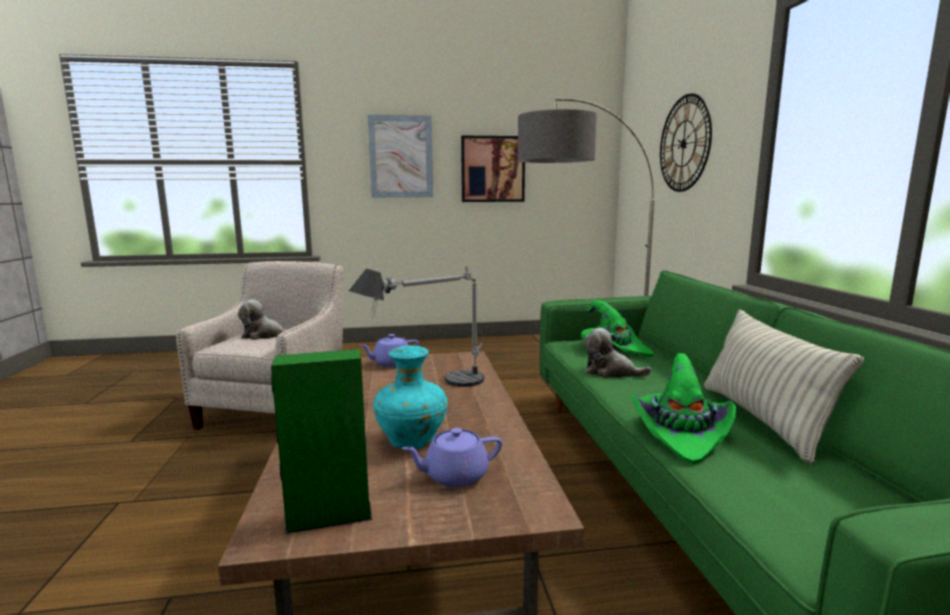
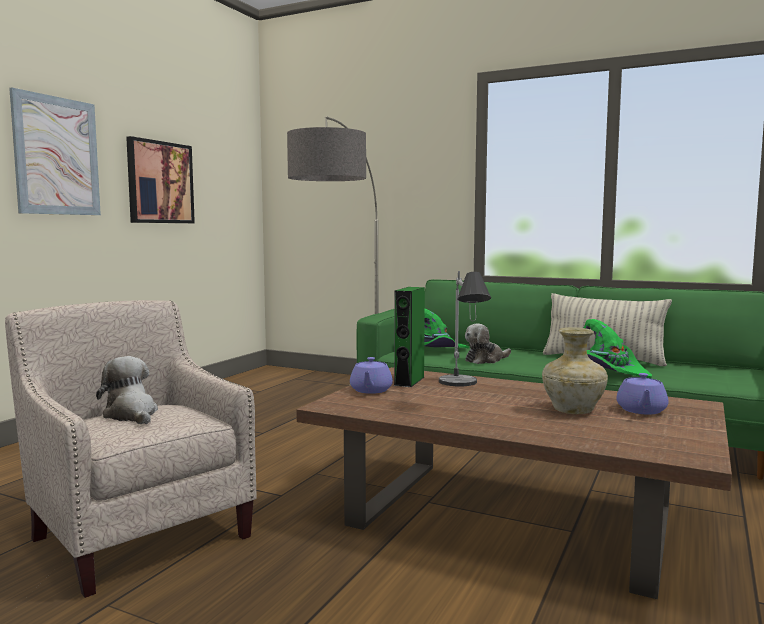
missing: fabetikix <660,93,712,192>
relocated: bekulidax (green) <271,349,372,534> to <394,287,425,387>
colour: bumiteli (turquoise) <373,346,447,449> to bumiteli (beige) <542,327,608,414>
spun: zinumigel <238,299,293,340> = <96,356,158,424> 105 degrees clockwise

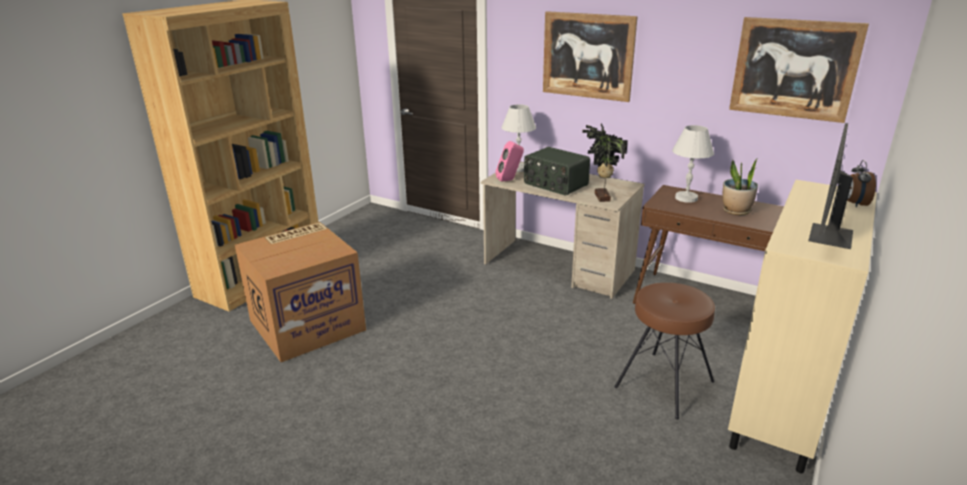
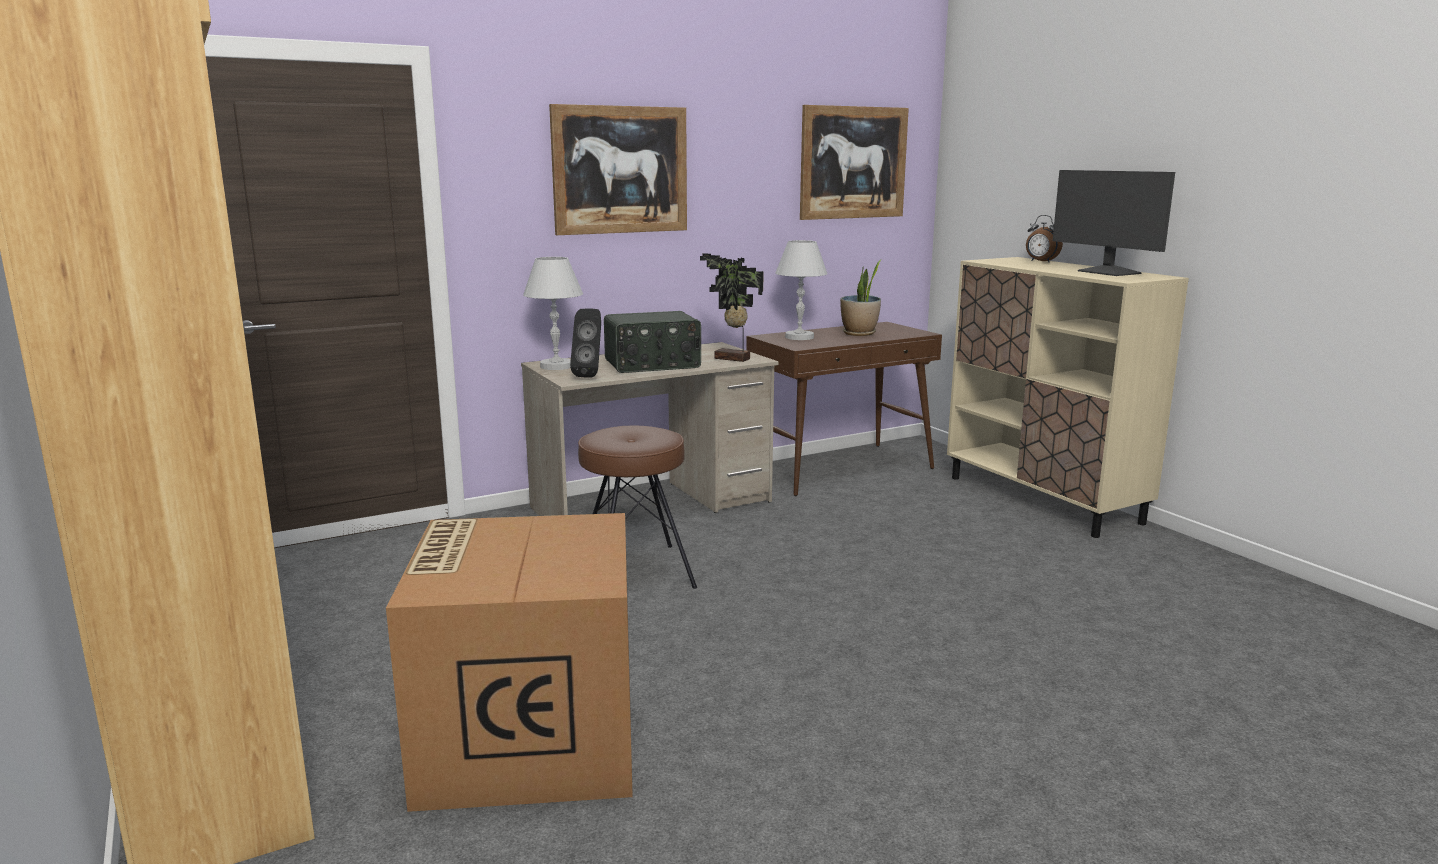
relocated: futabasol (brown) <615,283,715,419> to <578,426,697,589>
colour: bekulidax (pink) <495,141,524,182> to bekulidax (black) <570,308,601,377>

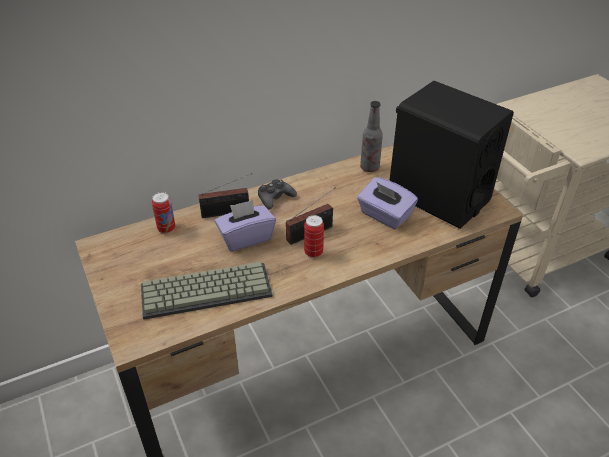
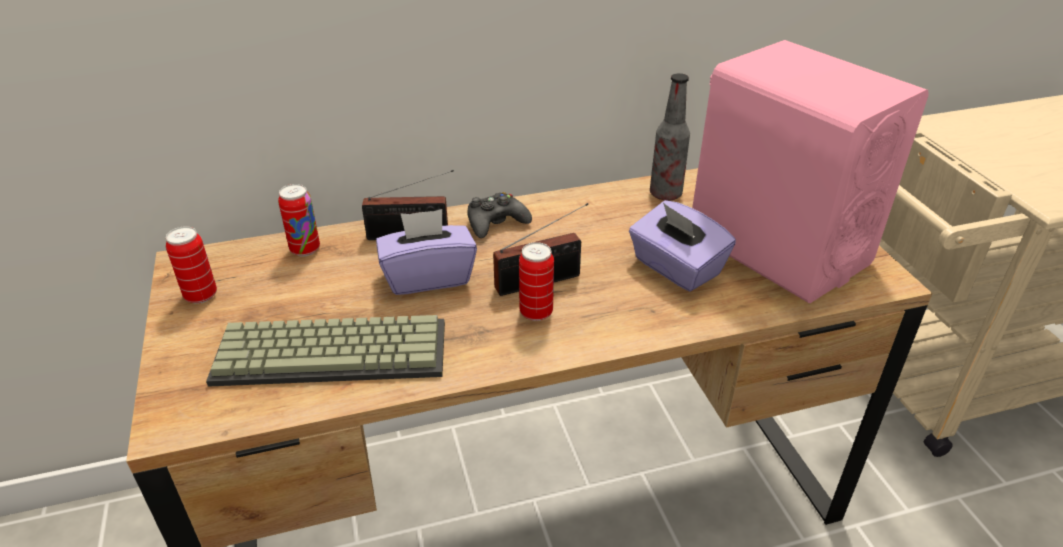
appeared: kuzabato <166,226,217,304>
colour: bekulidax (black) <389,81,514,229> to bekulidax (pink) <692,40,929,303>

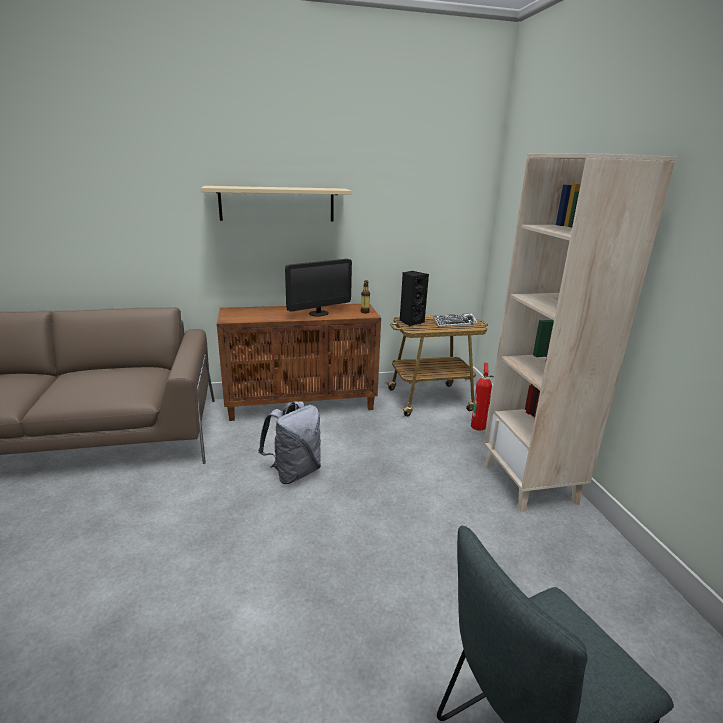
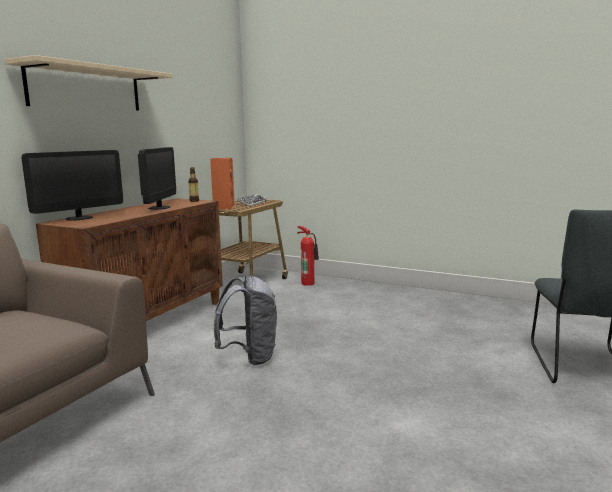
missing: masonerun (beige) <484,153,676,512>
appeared: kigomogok <21,150,123,221>
colour: bekulidax (black) <400,271,429,326> to bekulidax (orange) <210,158,235,209>

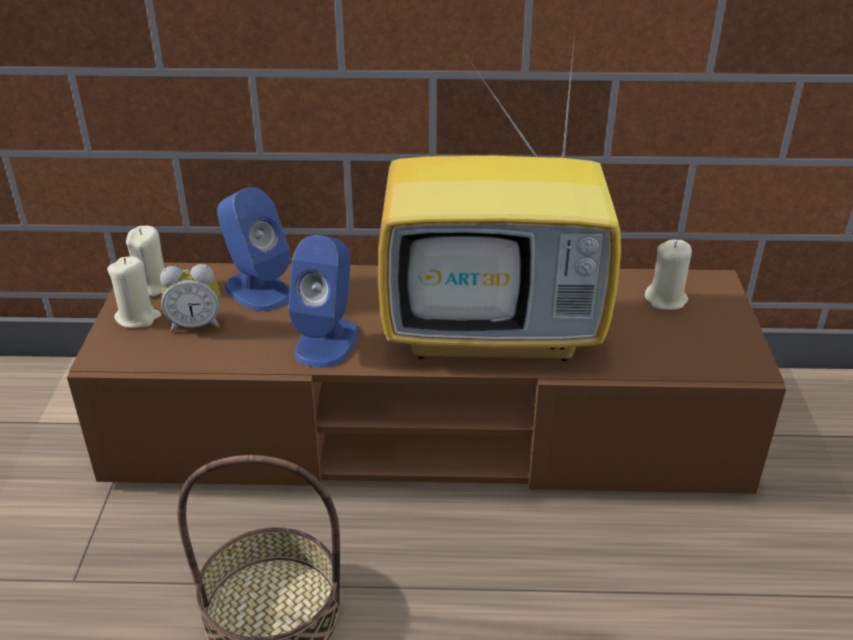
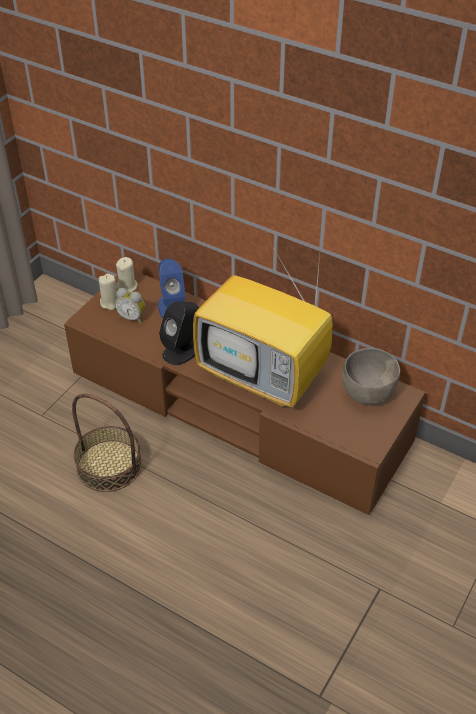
exchanged: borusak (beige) <645,239,692,310> to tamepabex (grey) <342,348,400,405>
colour: bekulidax (blue) <288,235,358,368> to bekulidax (black) <159,301,199,365>

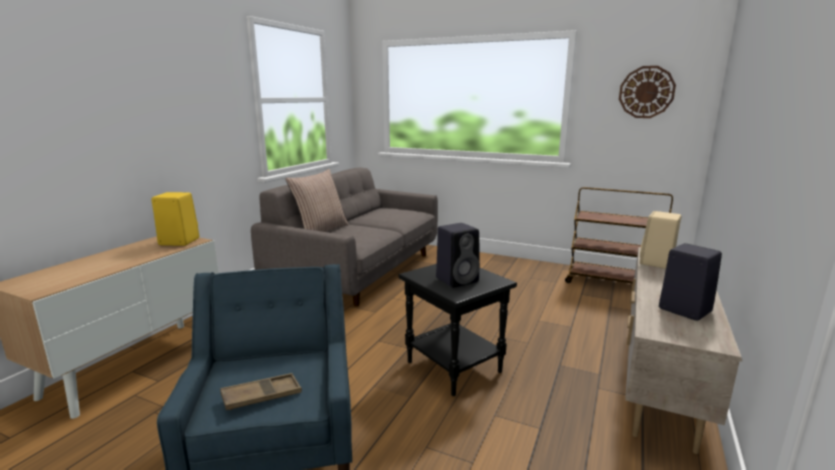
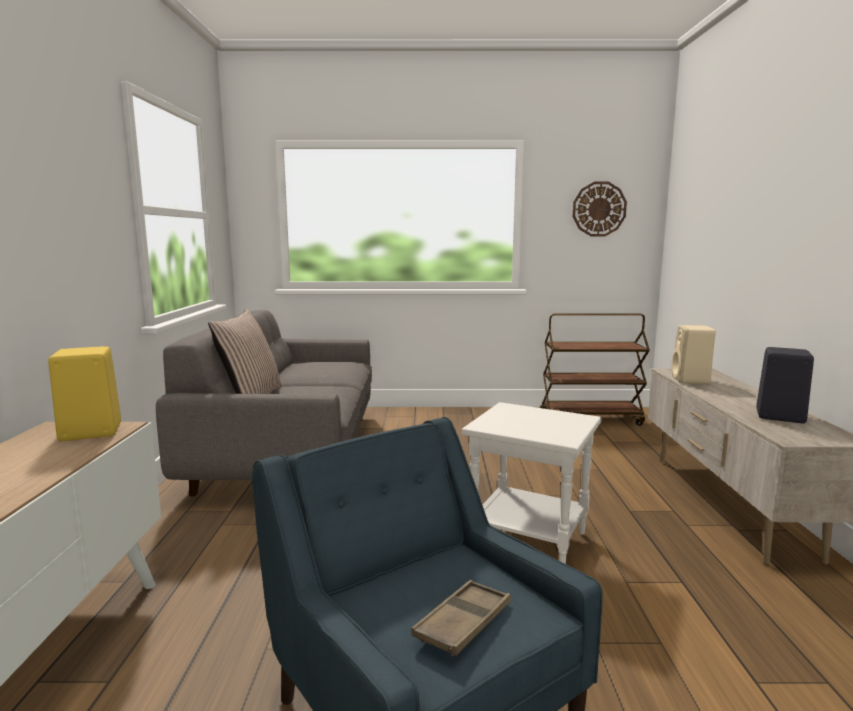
missing: bekulidax (black) <436,223,480,288>
colour: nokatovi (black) <399,264,517,396> to nokatovi (white) <461,402,602,564>

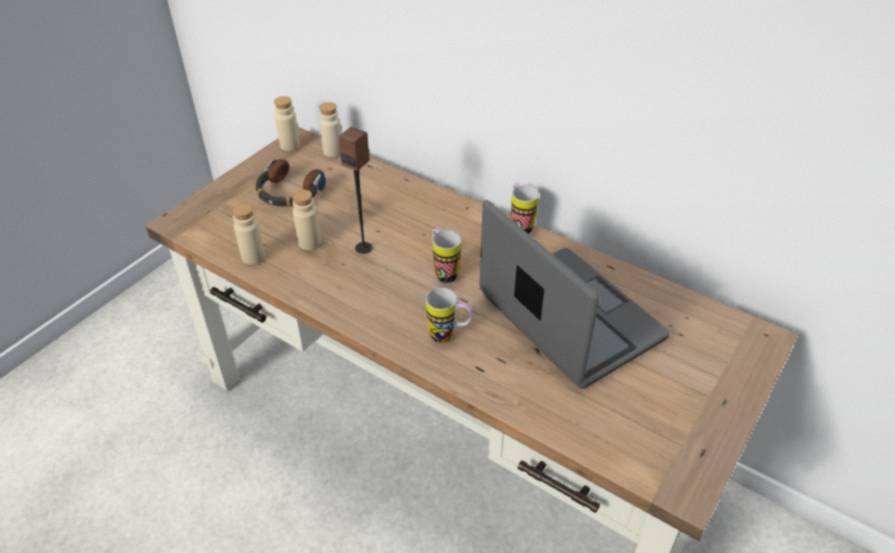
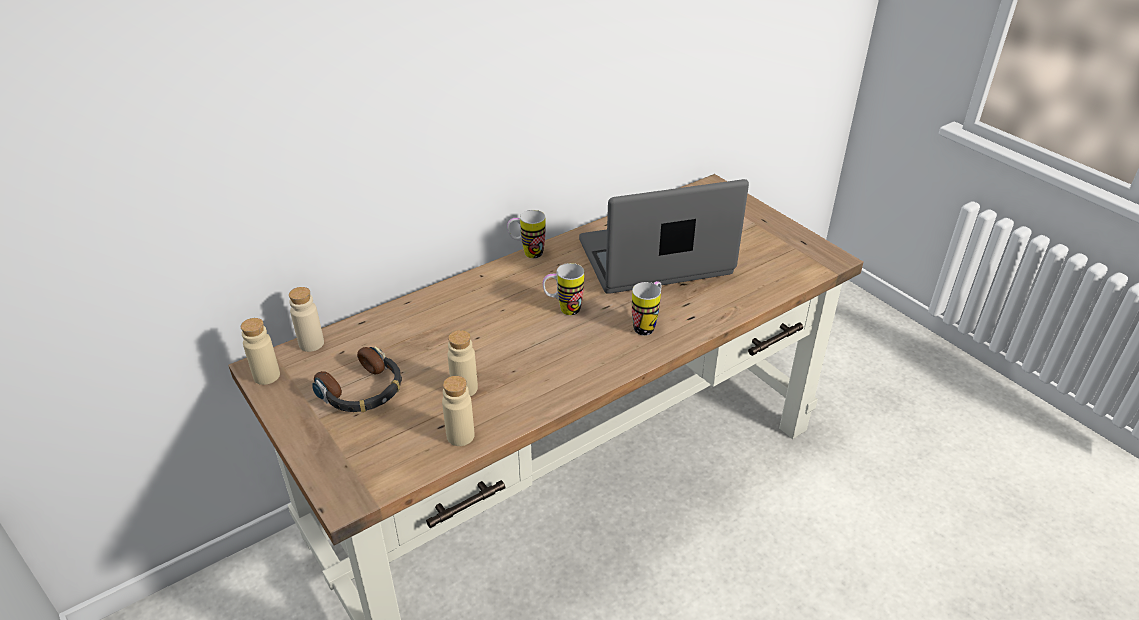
missing: bekulidax <339,127,373,254>

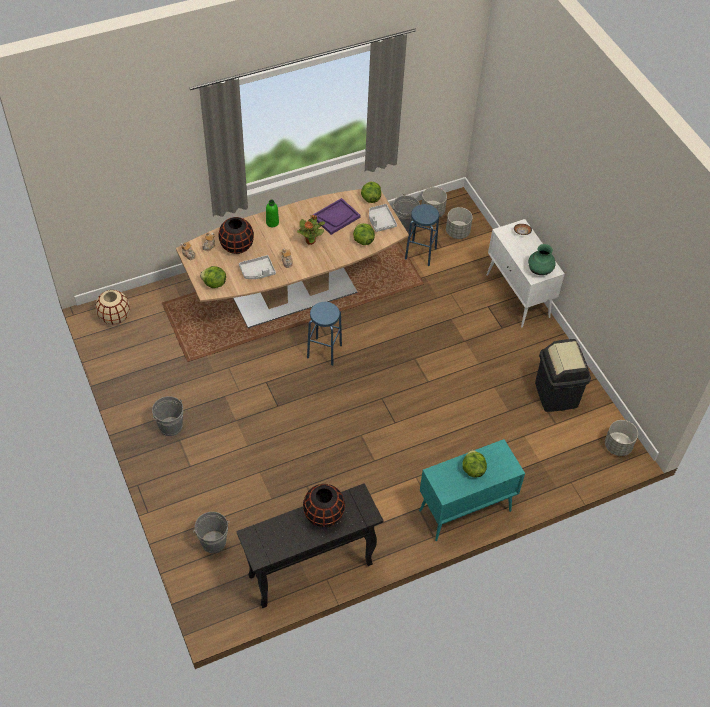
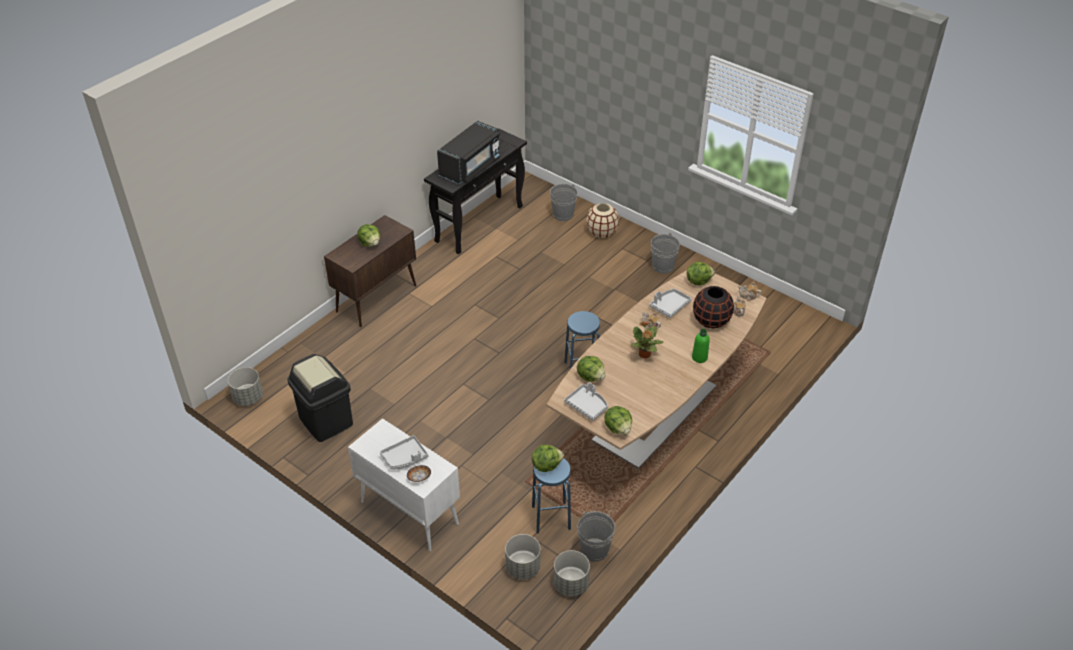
missing: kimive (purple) <313,198,361,235>; bumiteli (green) <528,244,556,275>
appeared: kimive (grey) <380,435,428,470>; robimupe <532,445,564,472>
relocated: bumiteli (beige) <95,290,130,325> to <586,203,619,238>
exchanged: bumiteli (black) <303,484,345,527> to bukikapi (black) <437,121,501,184>
colour: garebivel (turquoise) <419,439,525,541> to garebivel (brown) <324,215,416,327>

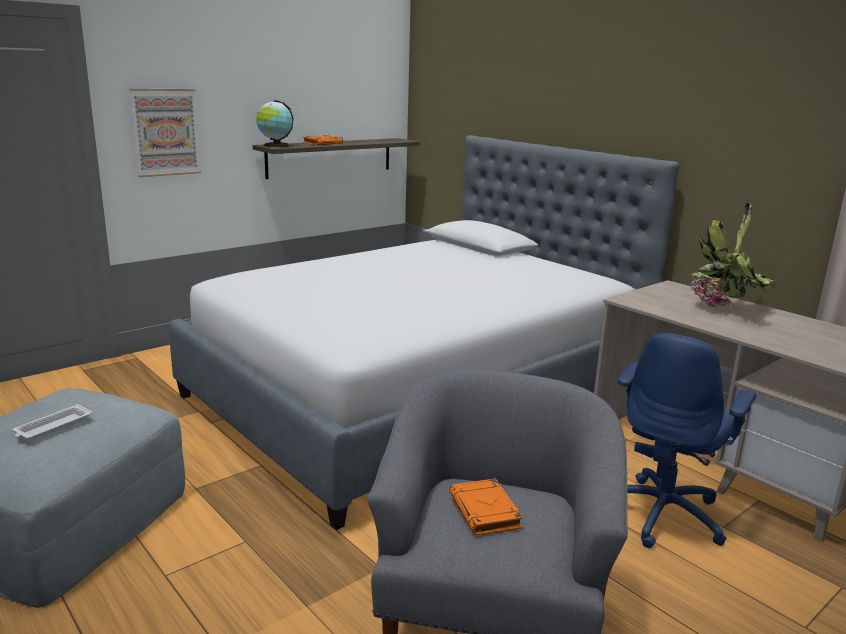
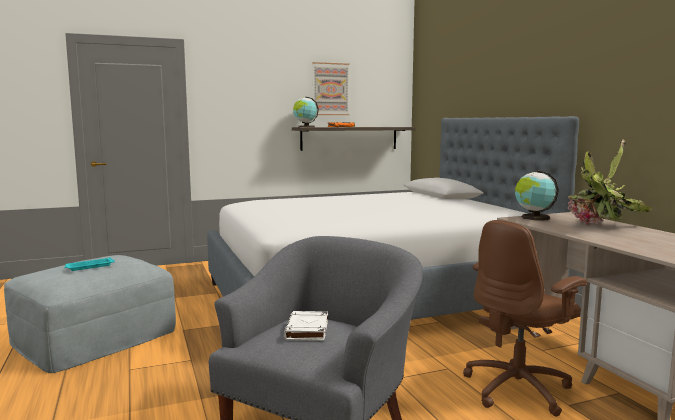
appeared: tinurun <515,171,559,221>
relocated: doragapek <130,89,201,177> to <312,62,350,115>
colour: kimive (white) <12,404,93,440> to kimive (turquoise) <64,257,115,271>; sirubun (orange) <449,478,523,536> to sirubun (white) <284,311,328,341>; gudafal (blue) <617,333,757,548> to gudafal (brown) <463,220,587,417>

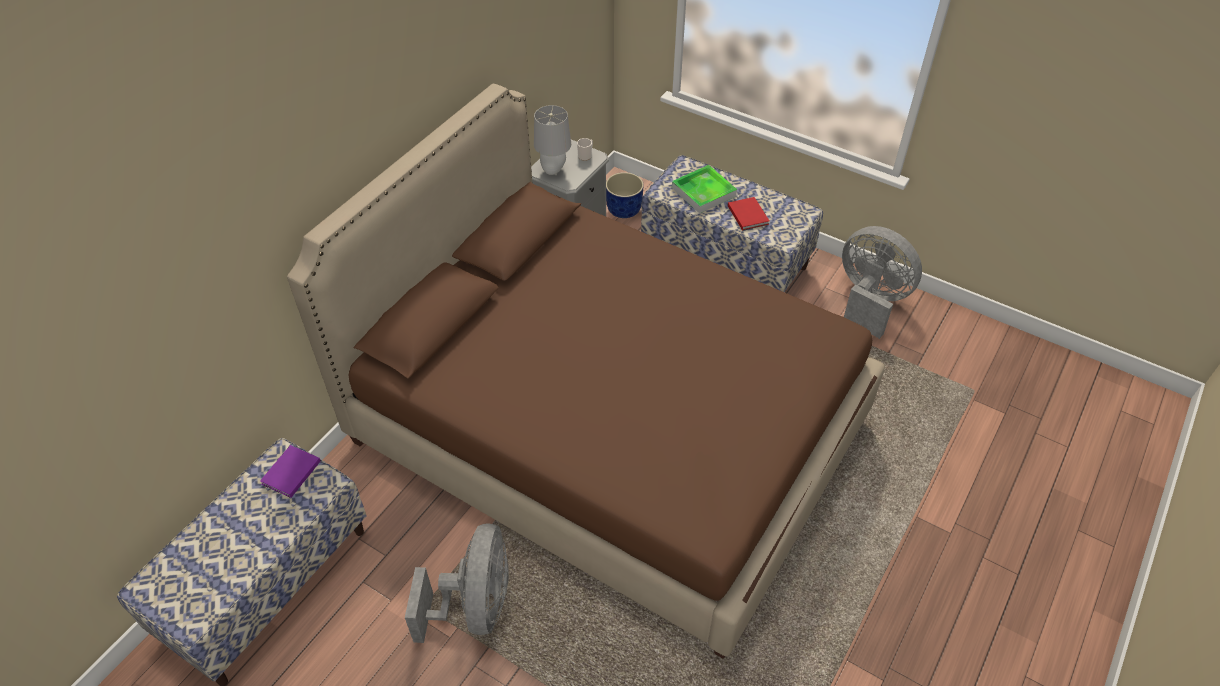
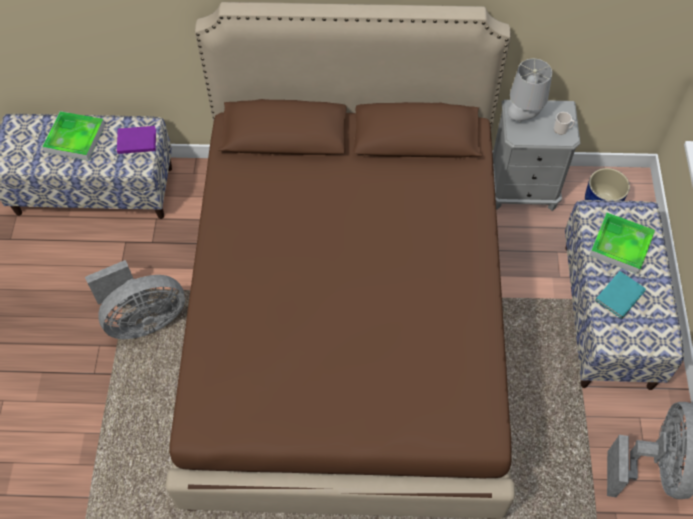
appeared: kimive <42,111,105,161>
colour: sirubun (red) <728,197,769,230> to sirubun (turquoise) <595,271,646,319>

